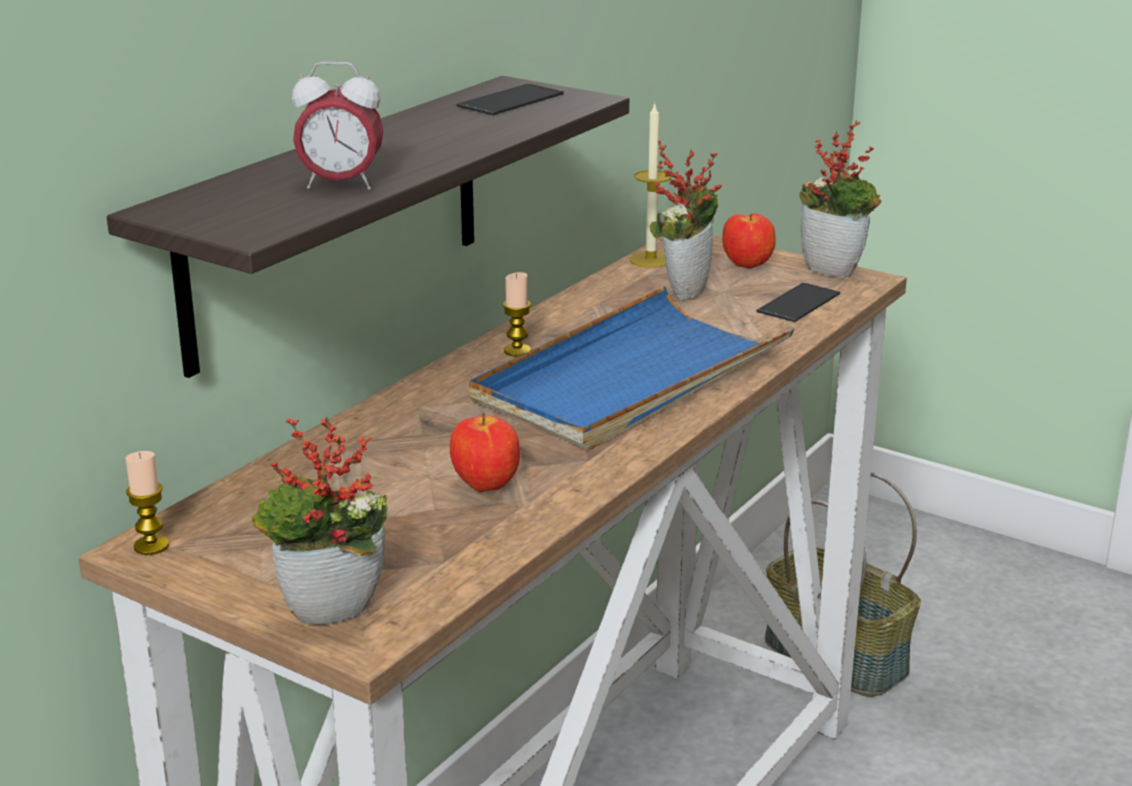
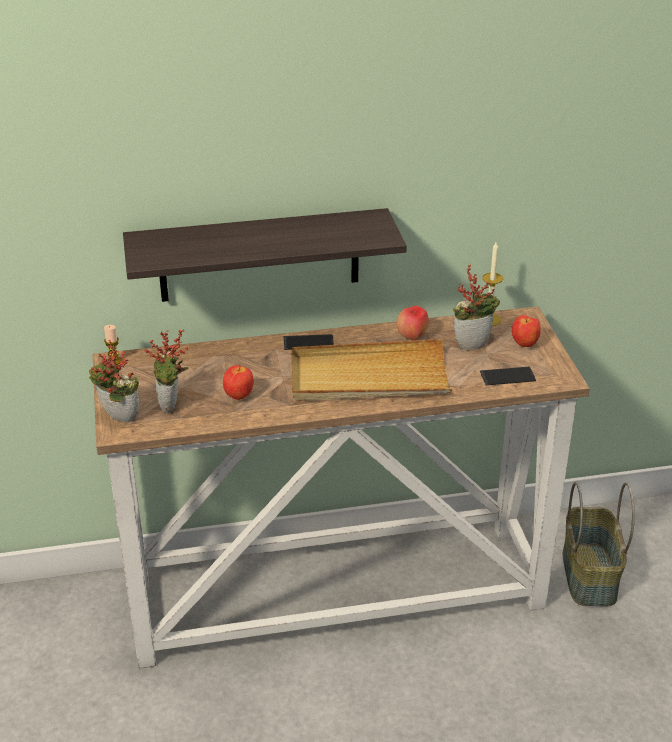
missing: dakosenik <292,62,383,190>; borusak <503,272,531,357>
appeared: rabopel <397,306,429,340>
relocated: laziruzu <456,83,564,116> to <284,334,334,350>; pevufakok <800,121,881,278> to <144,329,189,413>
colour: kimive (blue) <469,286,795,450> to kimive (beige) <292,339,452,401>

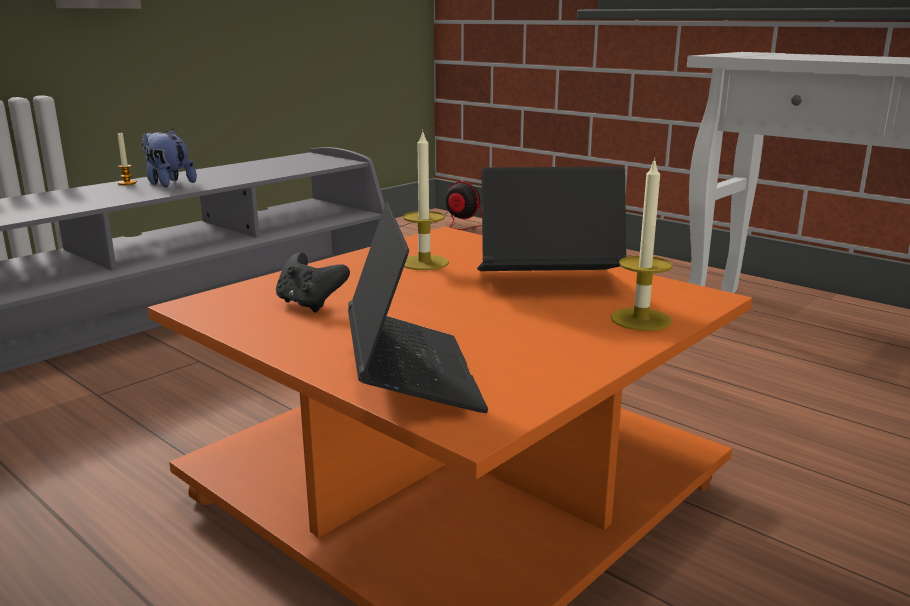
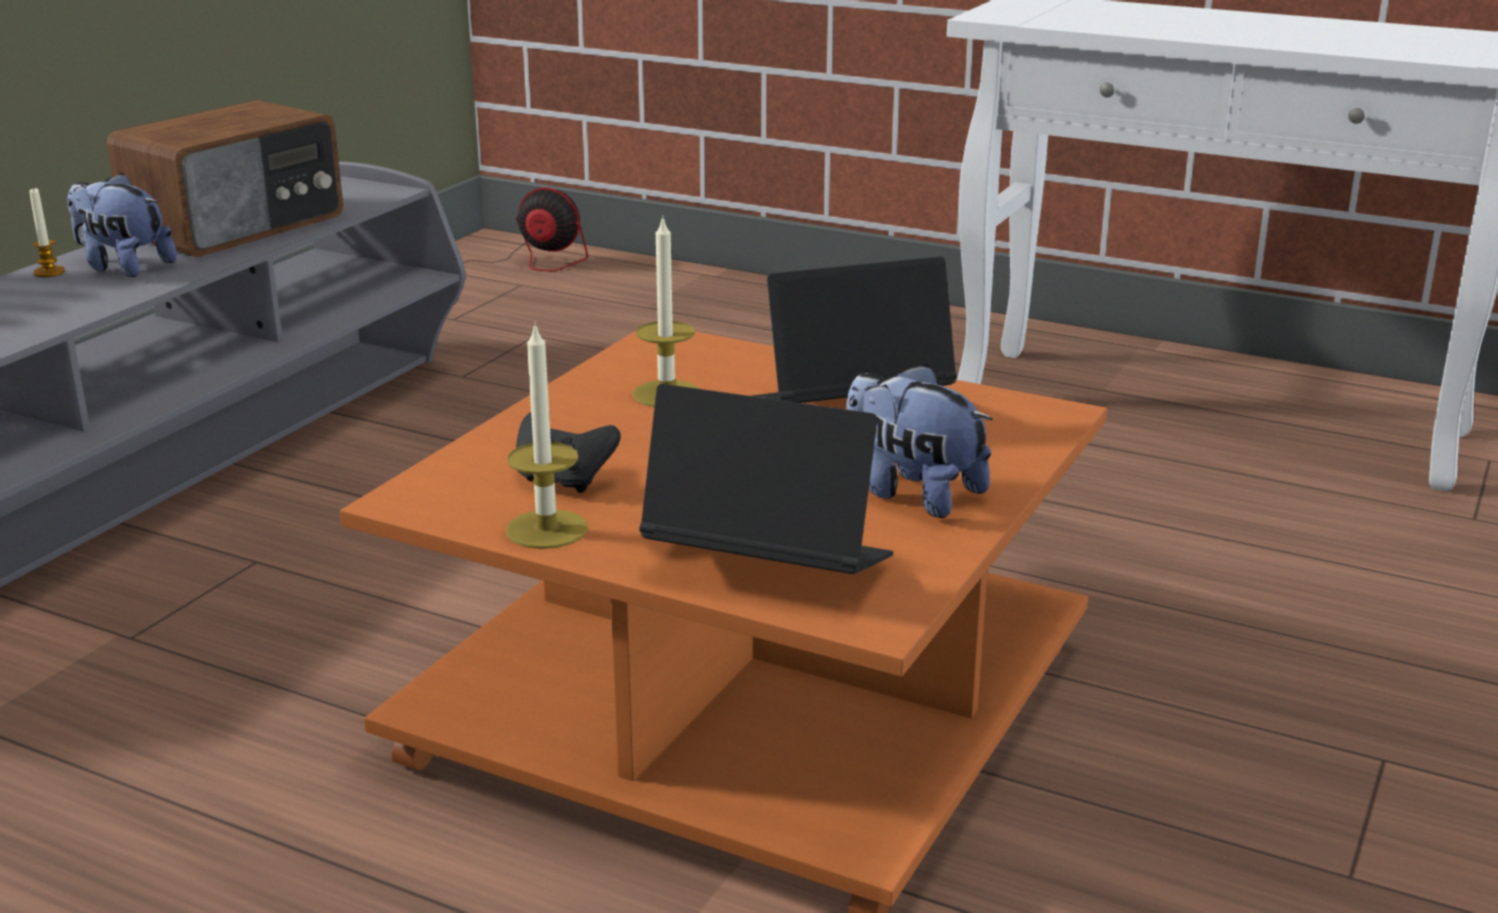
appeared: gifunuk <106,100,343,257>; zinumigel <846,364,993,518>
relocated: borusak <611,158,673,331> to <506,322,588,549>
spun: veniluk <348,202,488,413> = <639,384,893,574> 45 degrees counterclockwise

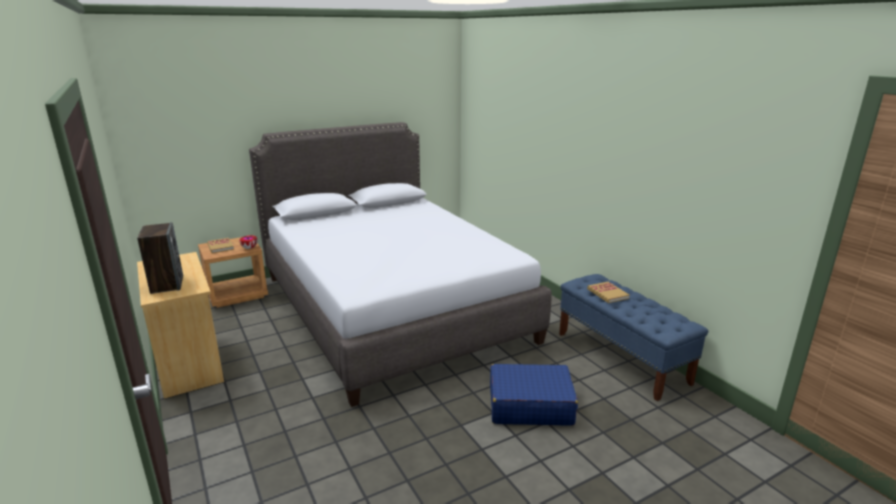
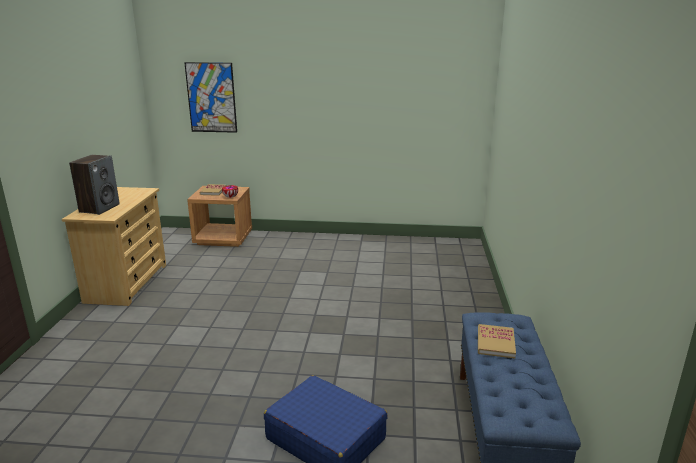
missing: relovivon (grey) <249,122,552,407>
appeared: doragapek <184,62,237,133>

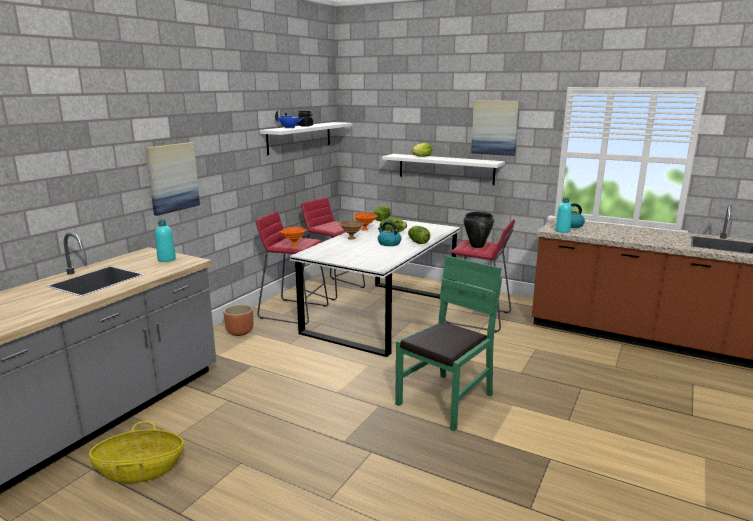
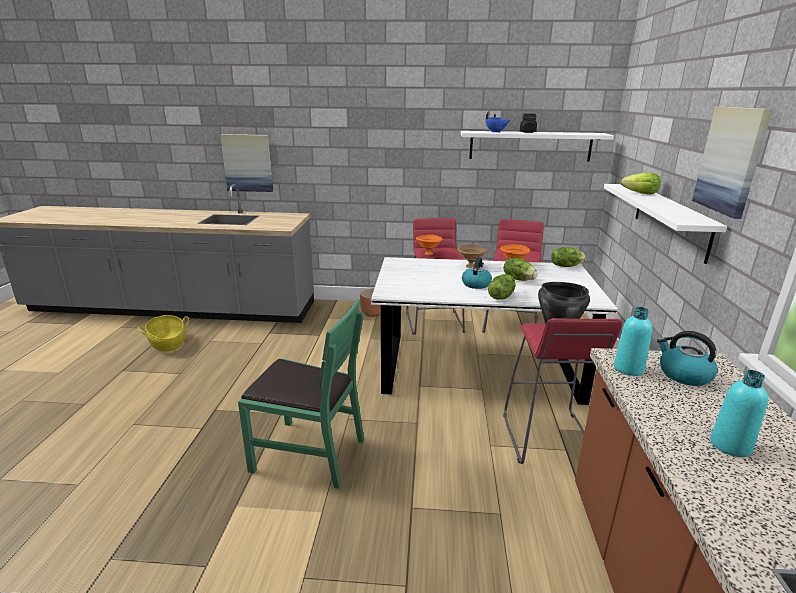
relocated: doragapek <145,142,200,216> to <220,134,273,192>; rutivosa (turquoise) <155,220,176,262> to <710,370,768,457>

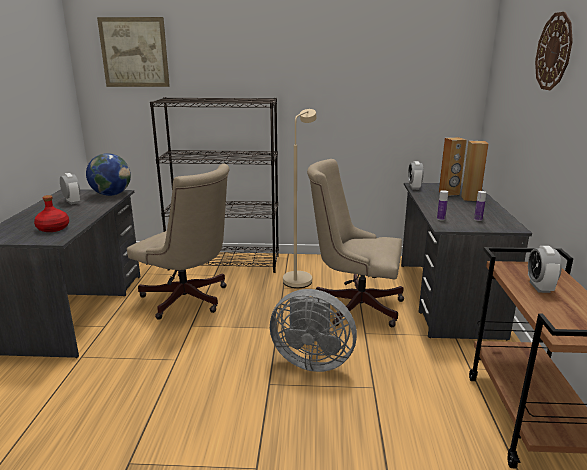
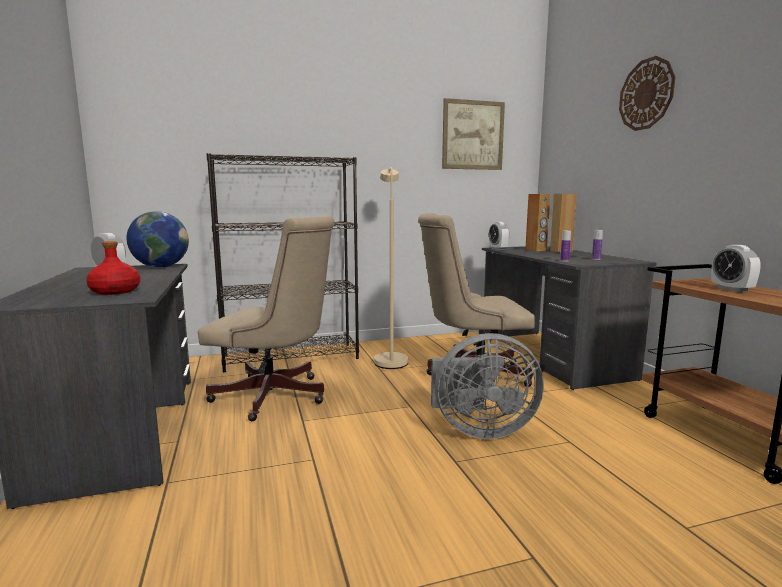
relocated: doragapek <97,17,170,87> to <442,98,505,170>

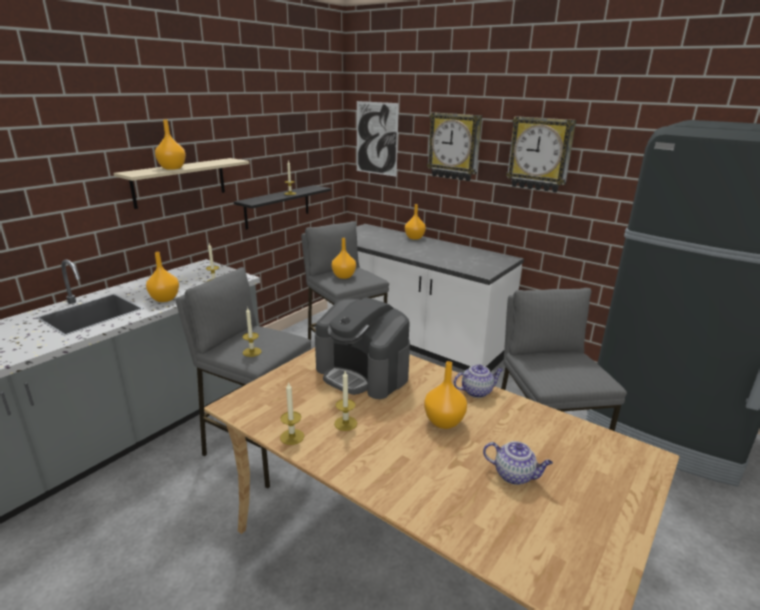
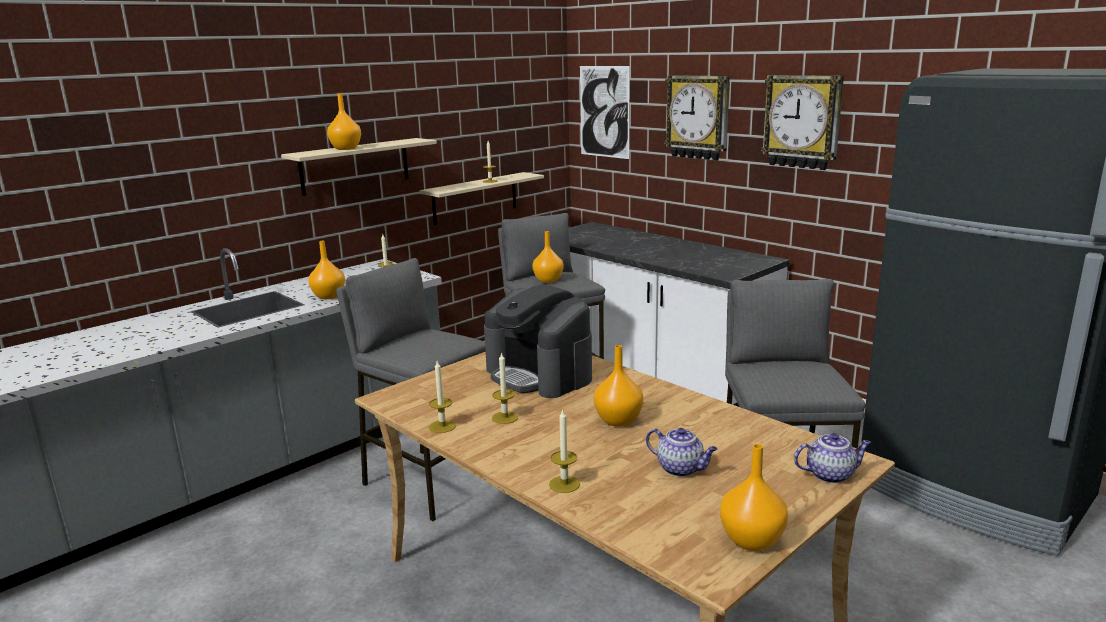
relocated: borusak <242,308,262,357> to <549,408,580,493>; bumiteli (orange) <405,204,426,240> to <720,444,788,551>; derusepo <453,365,503,398> to <794,433,871,483>
colour: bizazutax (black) <234,185,331,230> to bizazutax (beige) <419,172,544,225>

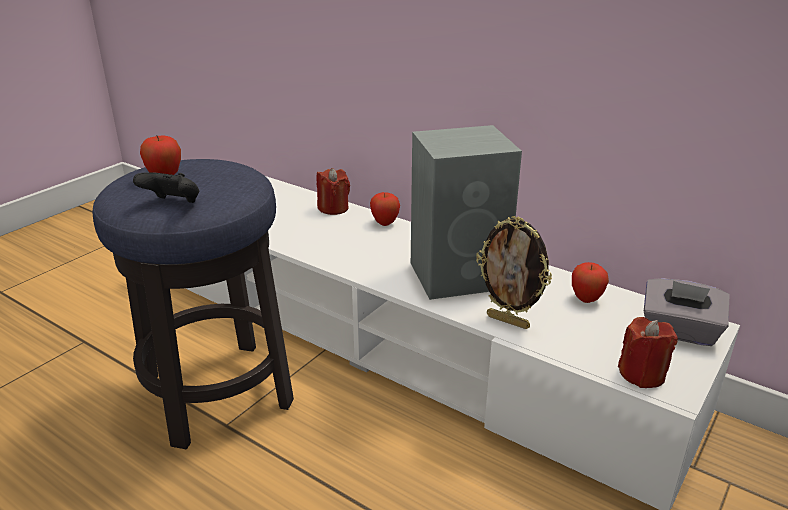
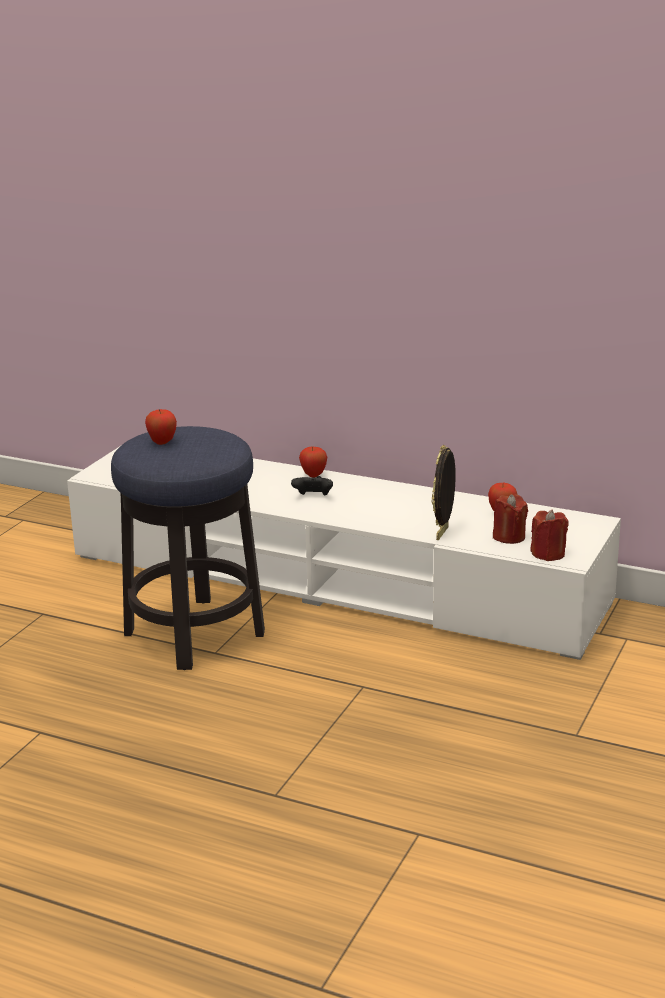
missing: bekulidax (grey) <411,125,522,300>; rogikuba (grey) <644,278,730,346>
relocated: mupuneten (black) <133,172,199,203> to <291,476,333,495>; borusak (red) <316,168,350,215> to <493,494,528,544>
spun: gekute <476,216,552,329> = <431,445,456,540> 90 degrees clockwise

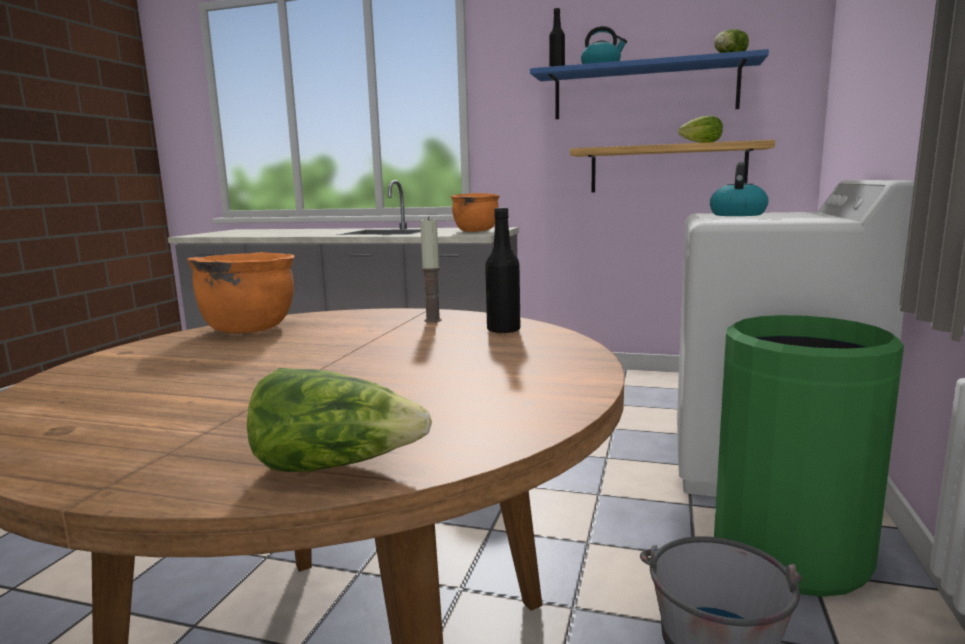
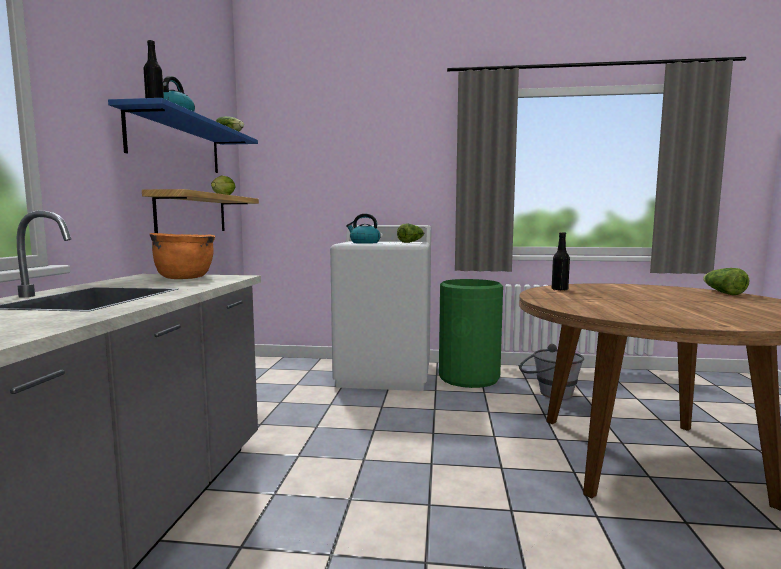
missing: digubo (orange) <187,252,295,333>; borusak <420,217,442,323>
appeared: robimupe <397,224,424,243>

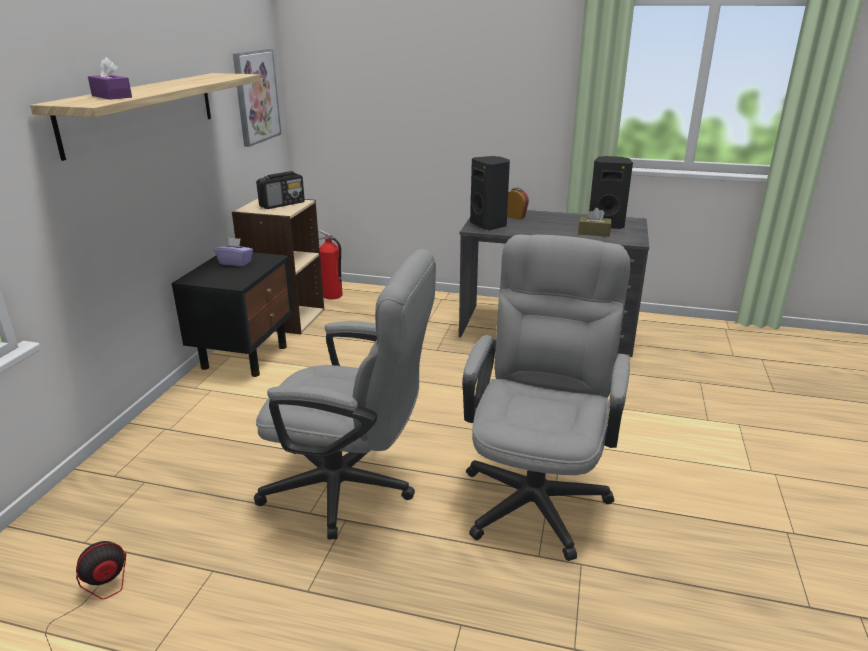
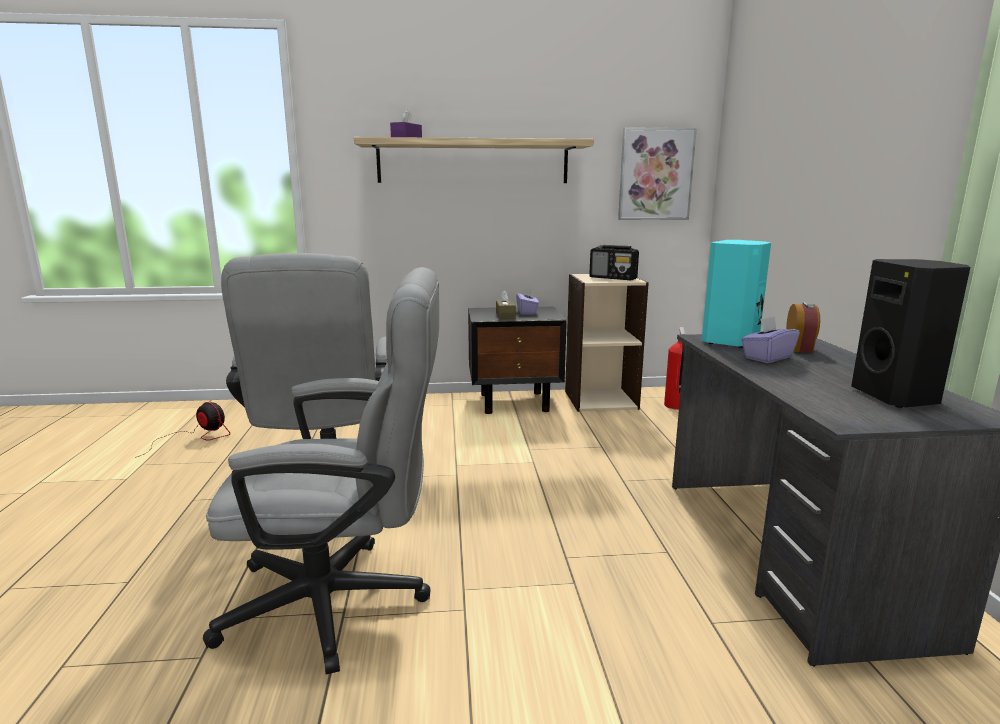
appeared: rogikuba (purple) <741,316,800,363>
relocated: rogikuba (brown) <578,208,611,237> to <496,290,516,319>
colour: bekulidax (black) <470,156,510,230> to bekulidax (turquoise) <702,240,771,348>

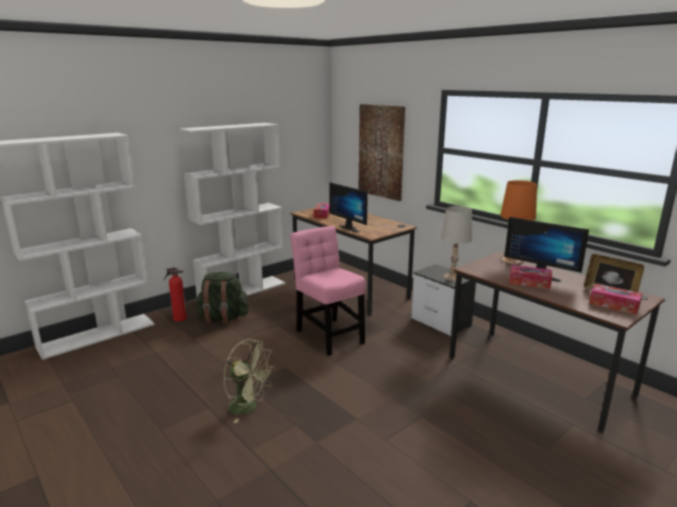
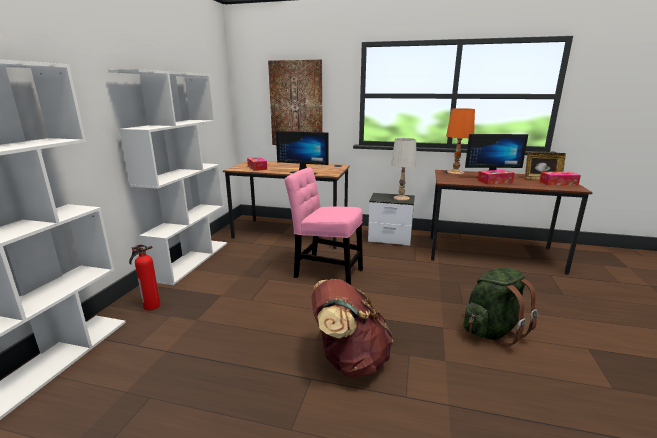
relocated: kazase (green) <195,272,249,325> to <464,268,538,347>
exchanged: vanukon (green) <224,340,275,423> to kazase (brown) <311,279,394,377>

